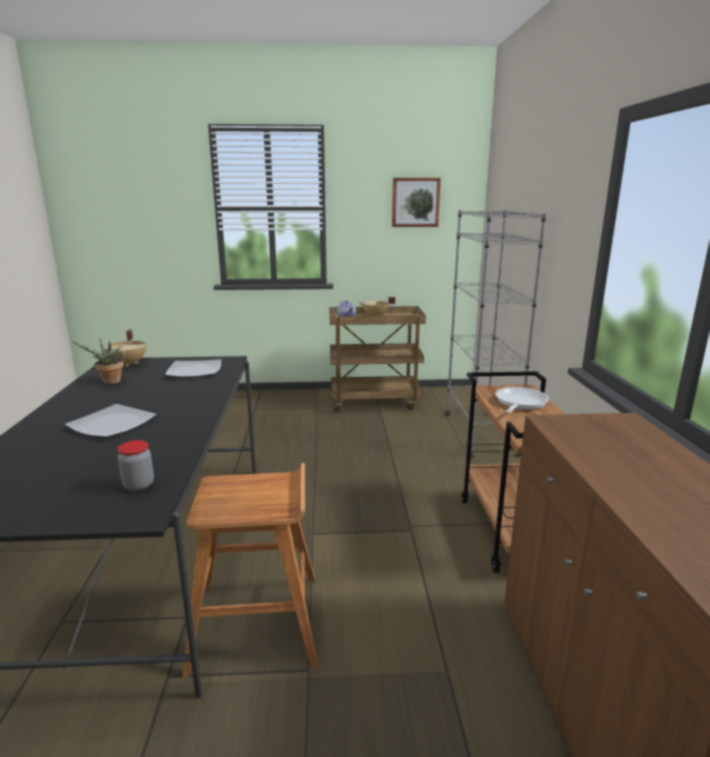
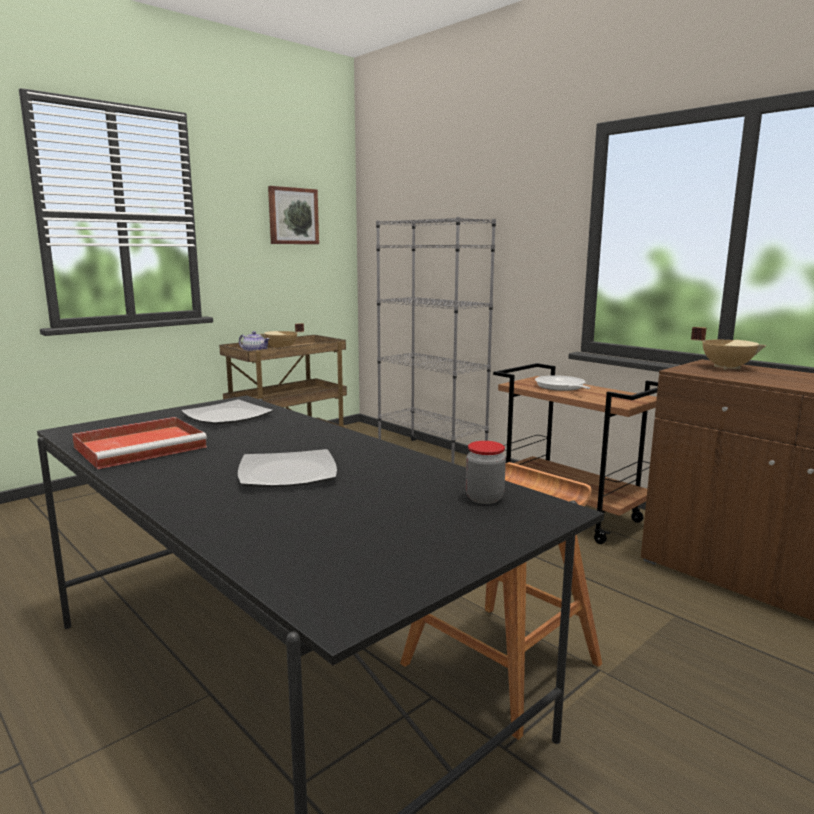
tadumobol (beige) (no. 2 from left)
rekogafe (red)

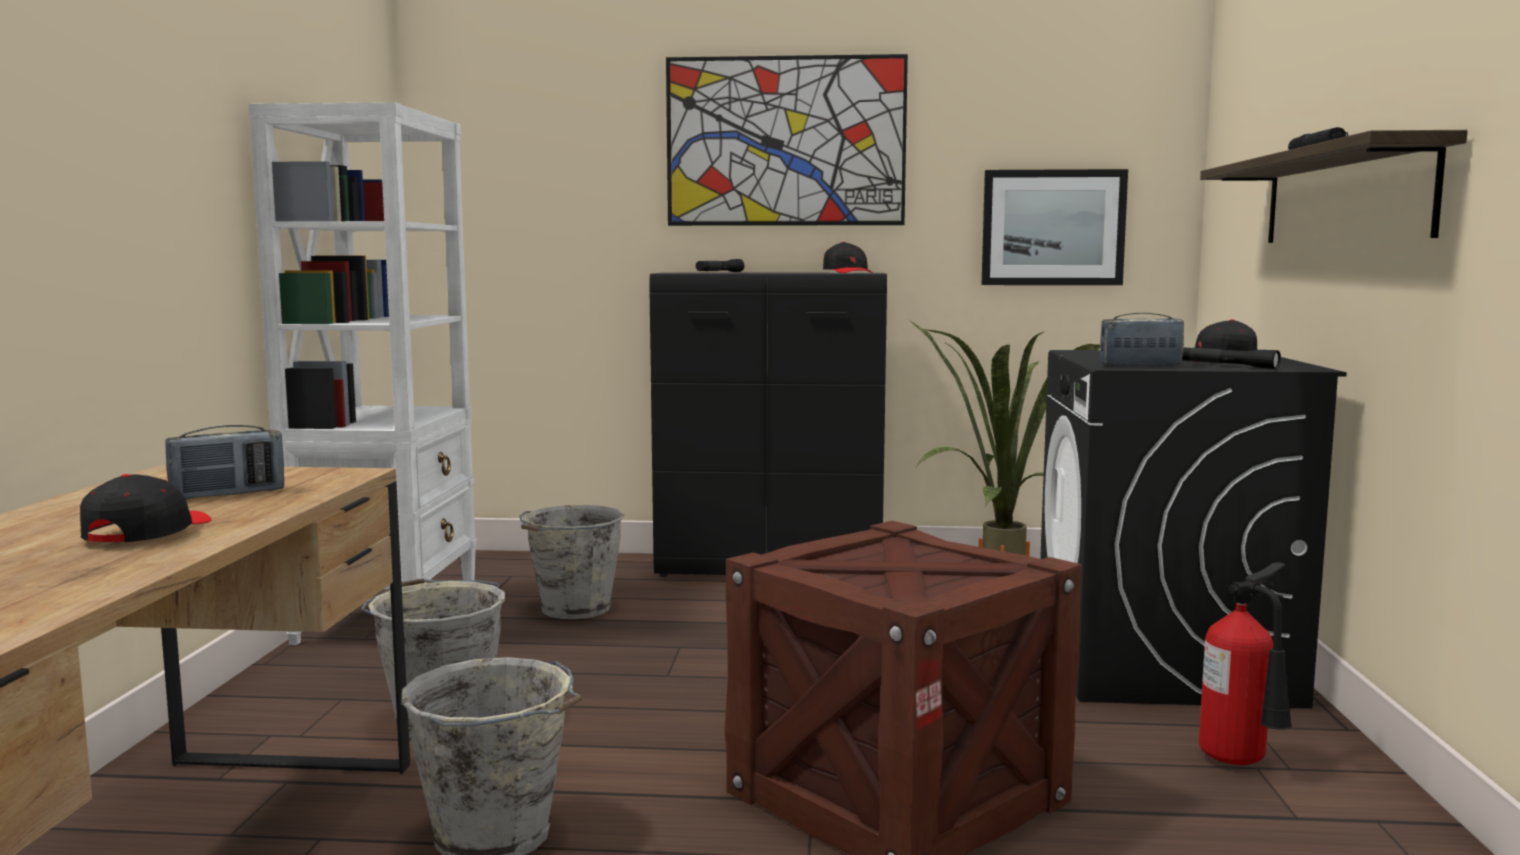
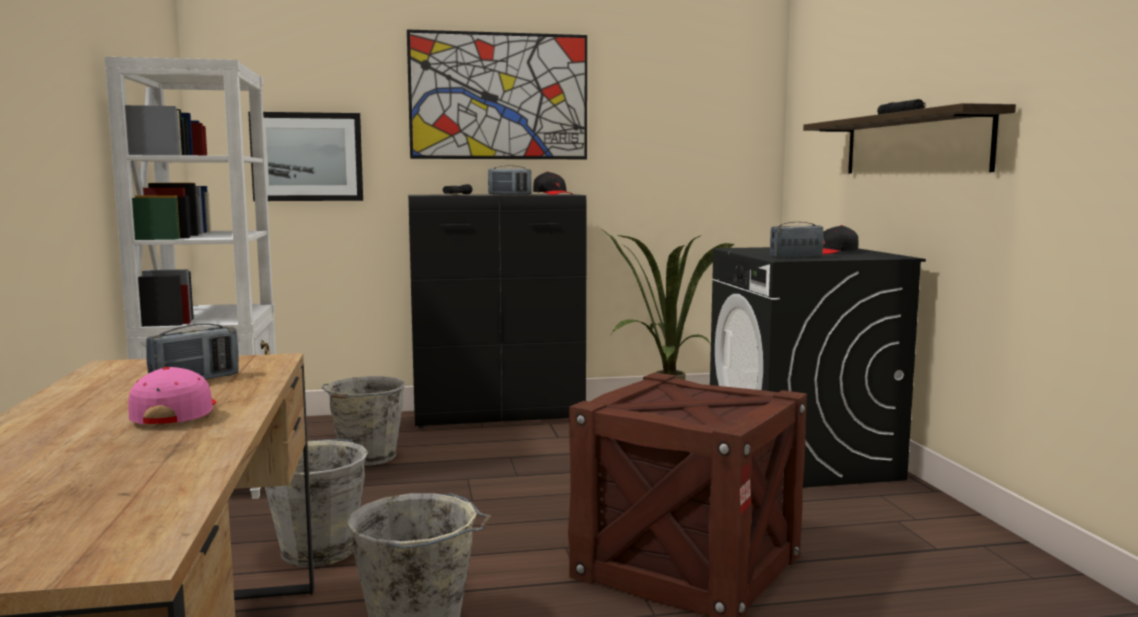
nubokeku (no. 1 from left)
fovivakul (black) (no. 2 from left in the first image)
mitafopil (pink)
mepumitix
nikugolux (no. 2 from left)

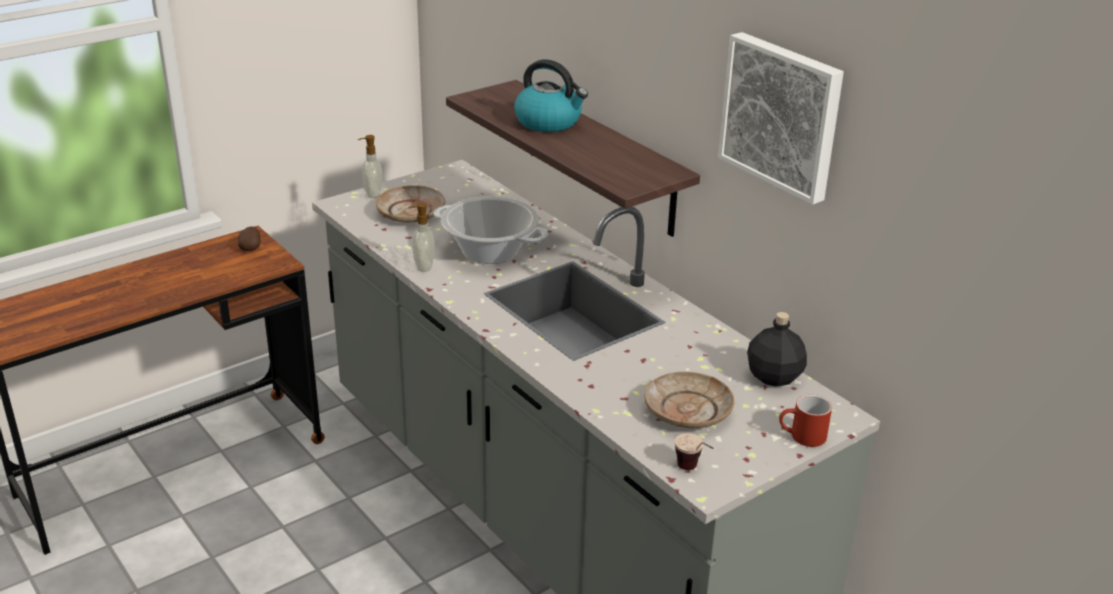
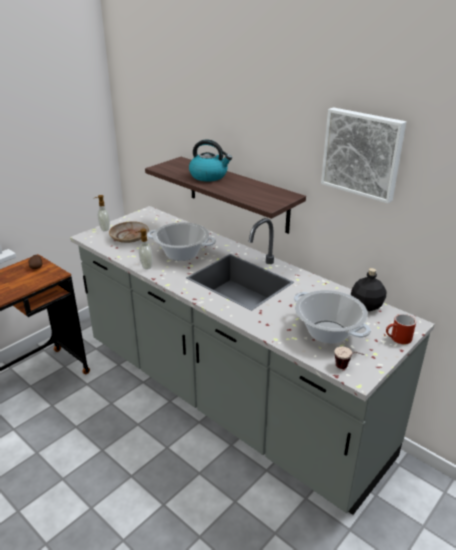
tadumobol (no. 2 from left)

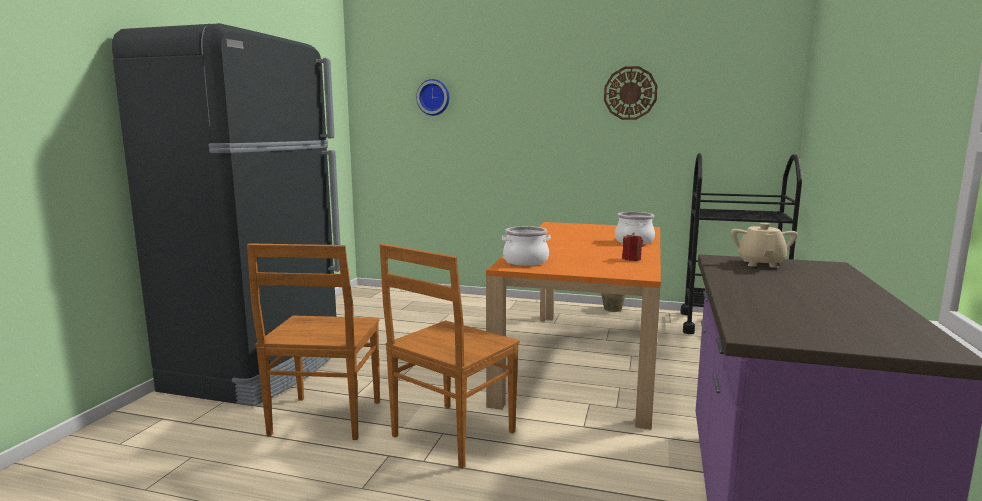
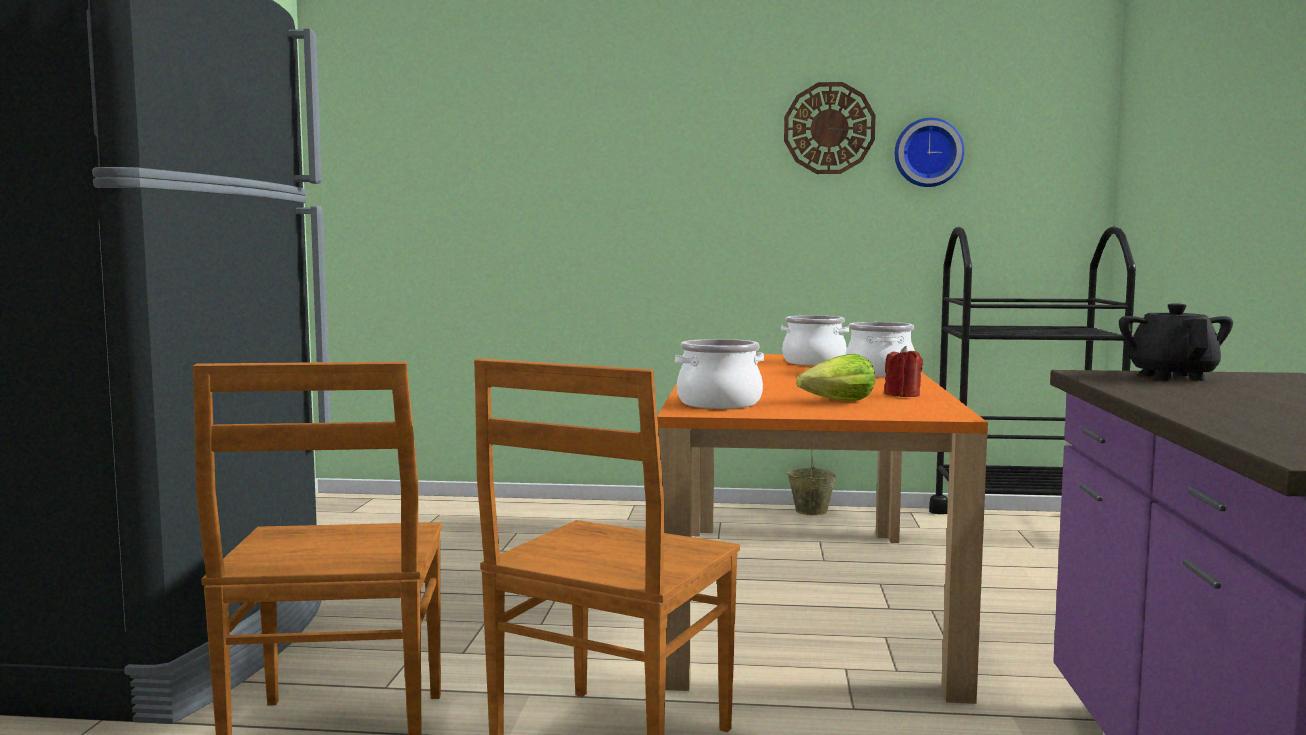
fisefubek (no. 2 from left)
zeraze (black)
tadumobol (no. 2 from left)
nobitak

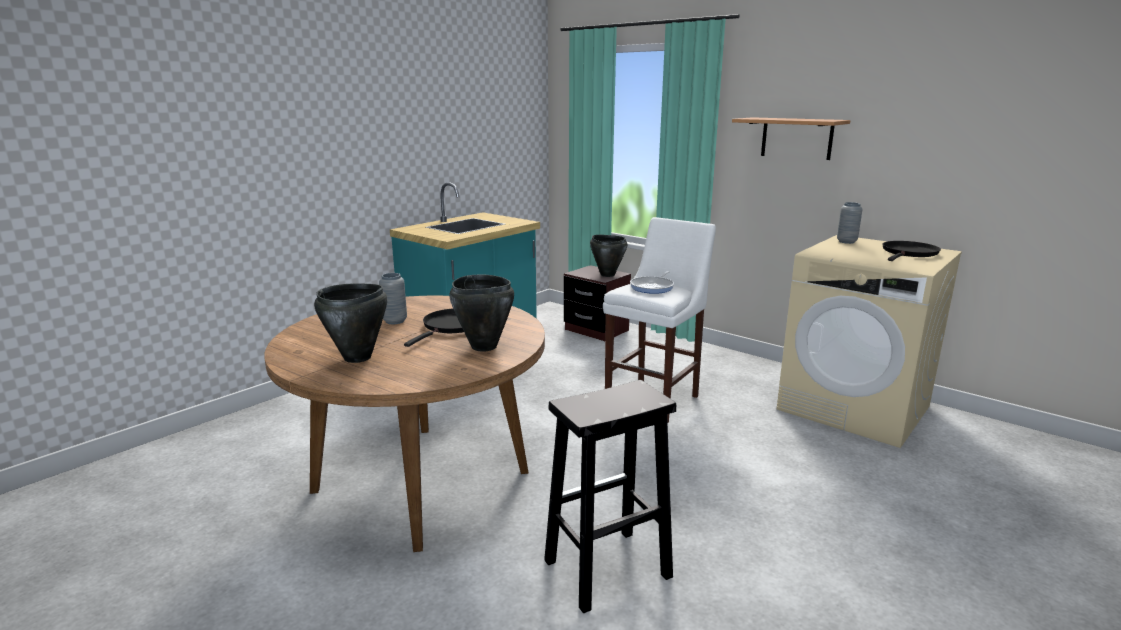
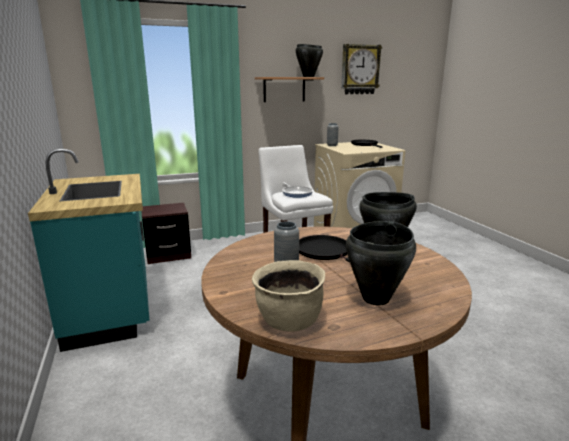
tadumobol (black) (no. 1 from left)
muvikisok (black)
fisefubek
tadumobol (beige)

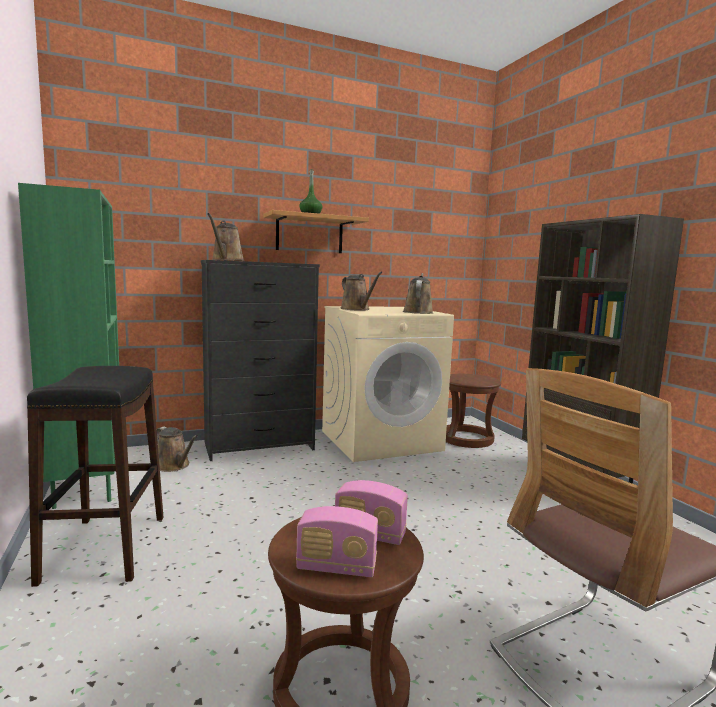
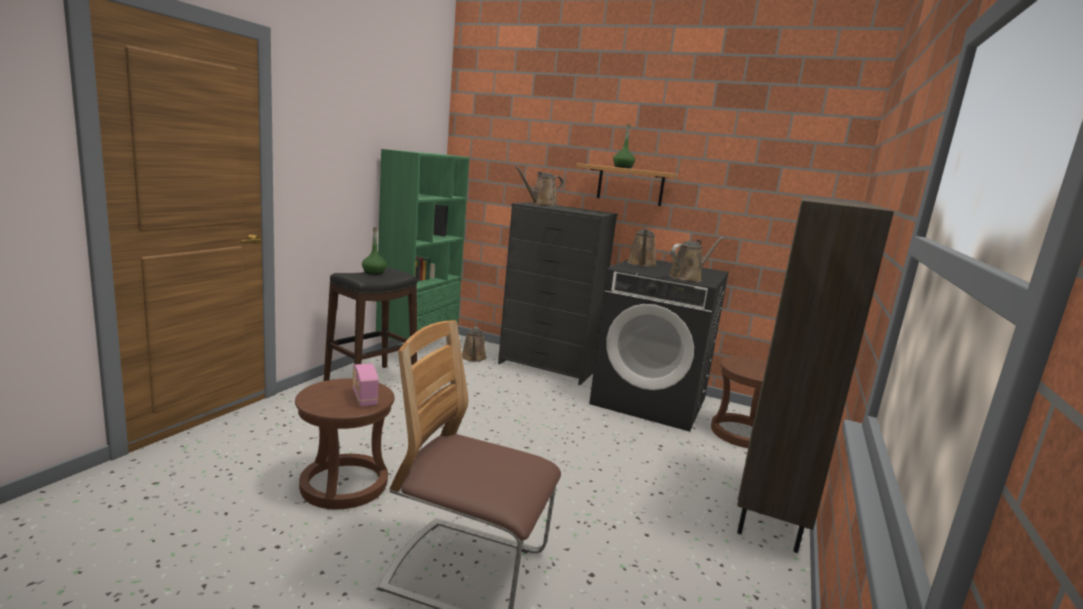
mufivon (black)
nikugolux (no. 1 from left in the first image)
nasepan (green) (no. 1 from left)

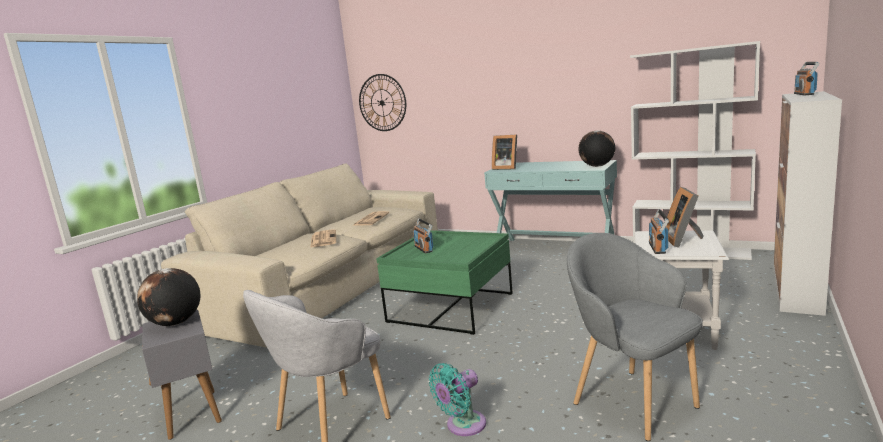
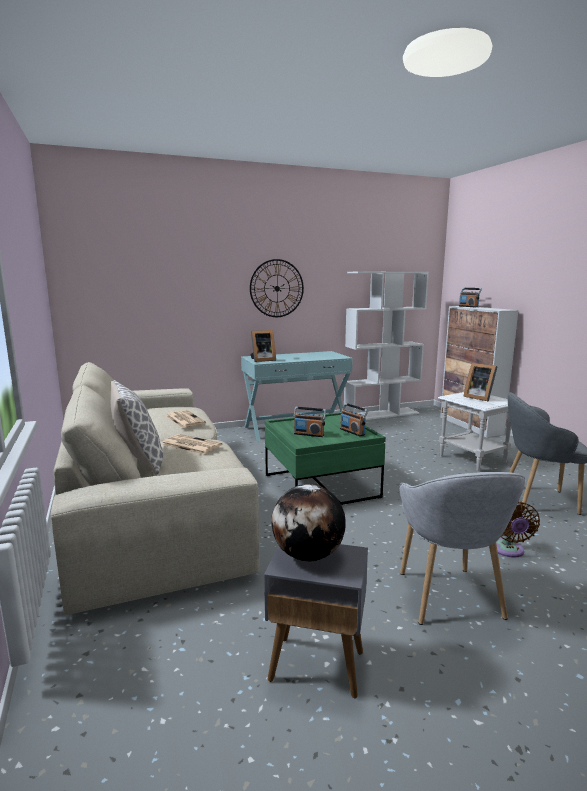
fisefubek
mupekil (no. 2 from left in the first image)
nikugolux (no. 2 from left)
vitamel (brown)
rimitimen

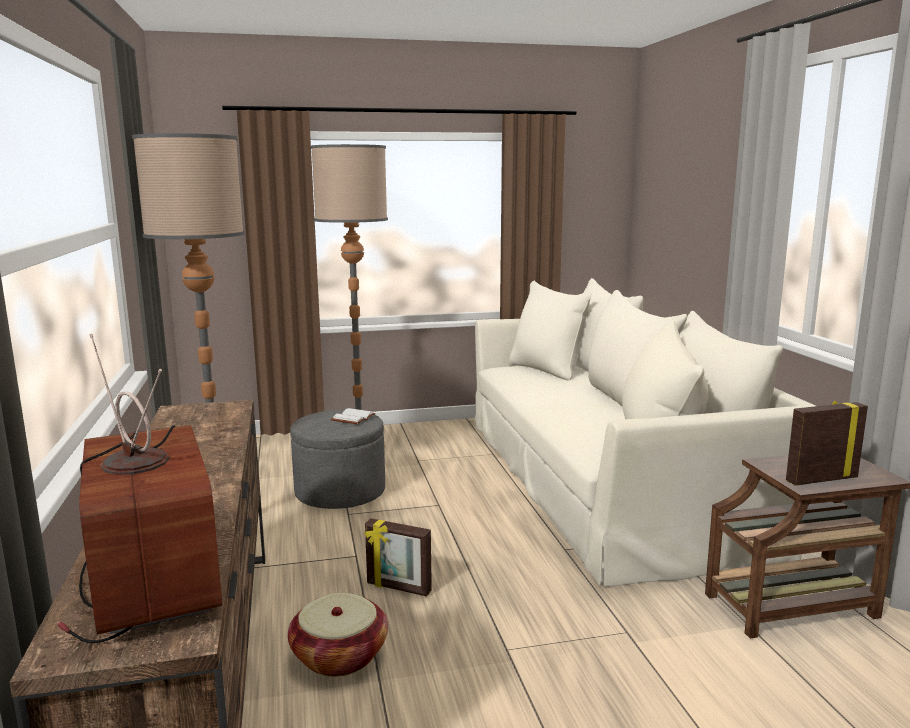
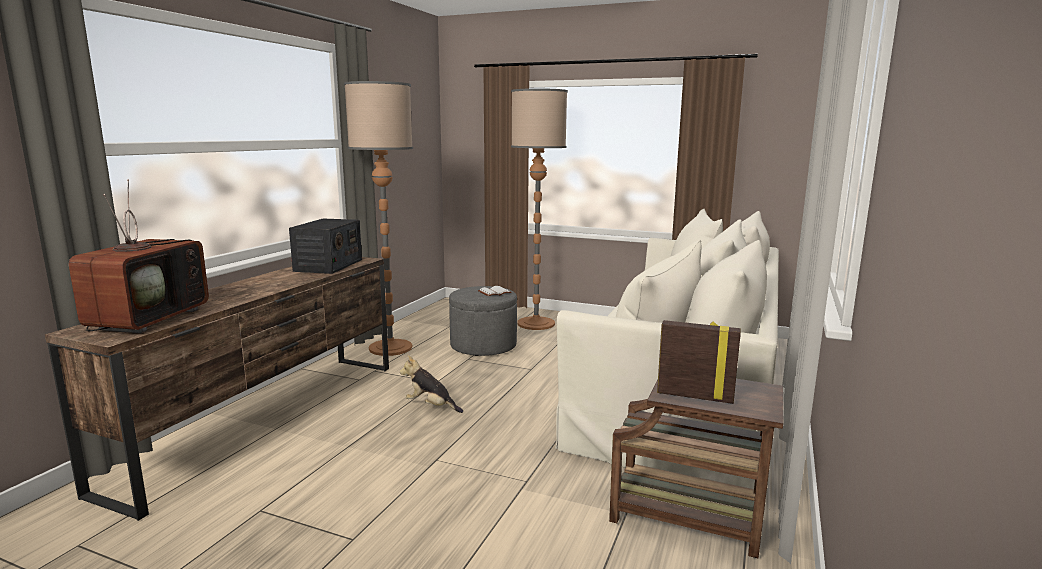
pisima
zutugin
nikugolux

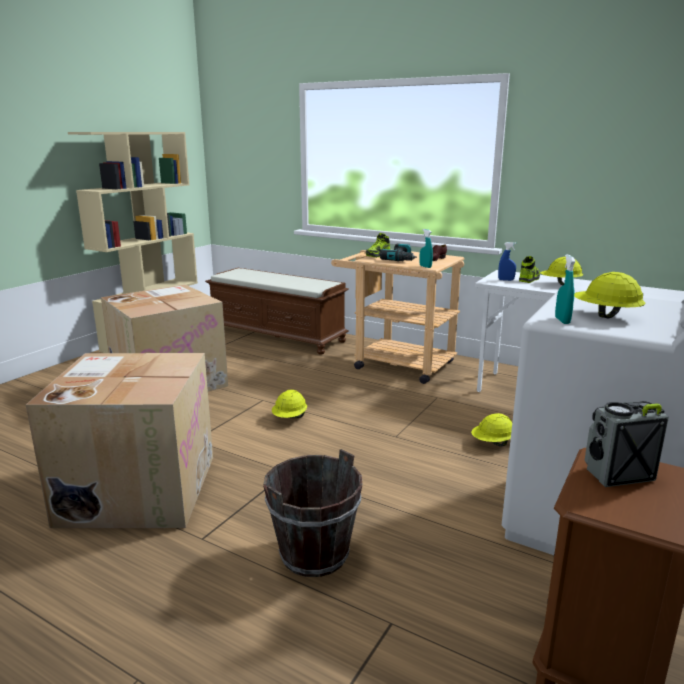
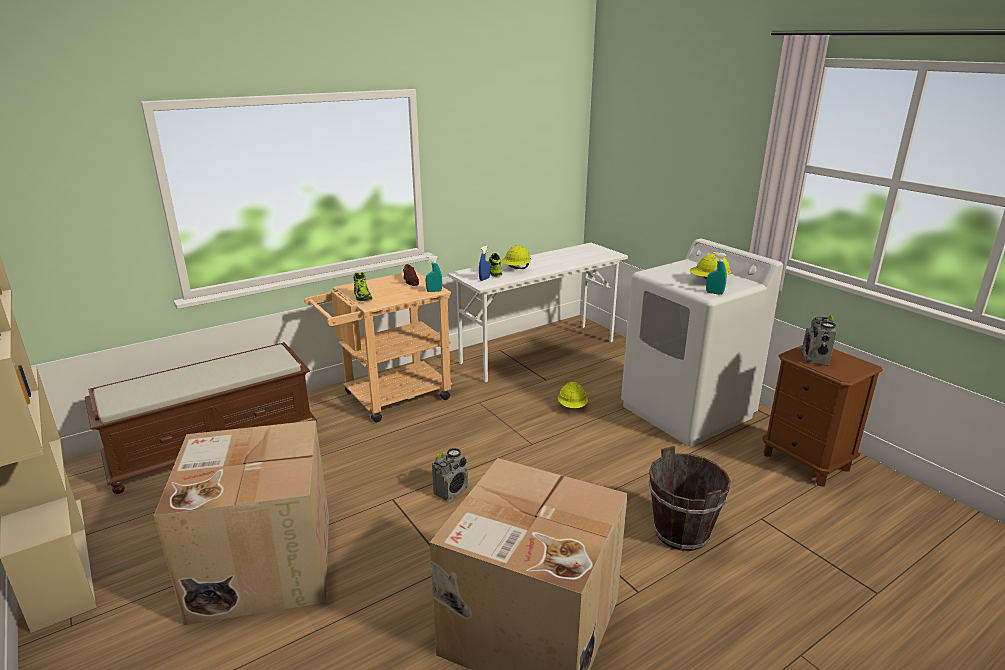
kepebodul
nikugolux (no. 1 from left)

